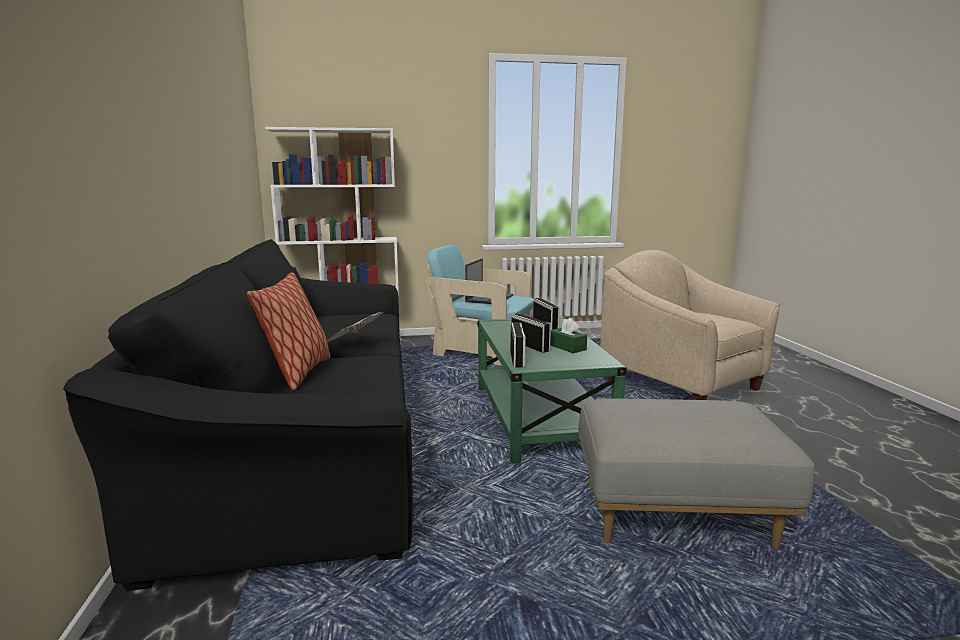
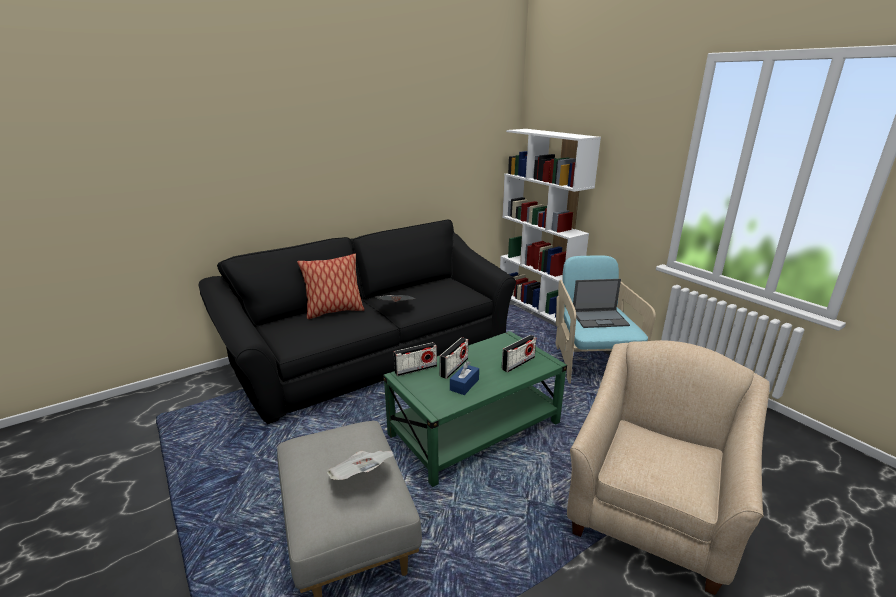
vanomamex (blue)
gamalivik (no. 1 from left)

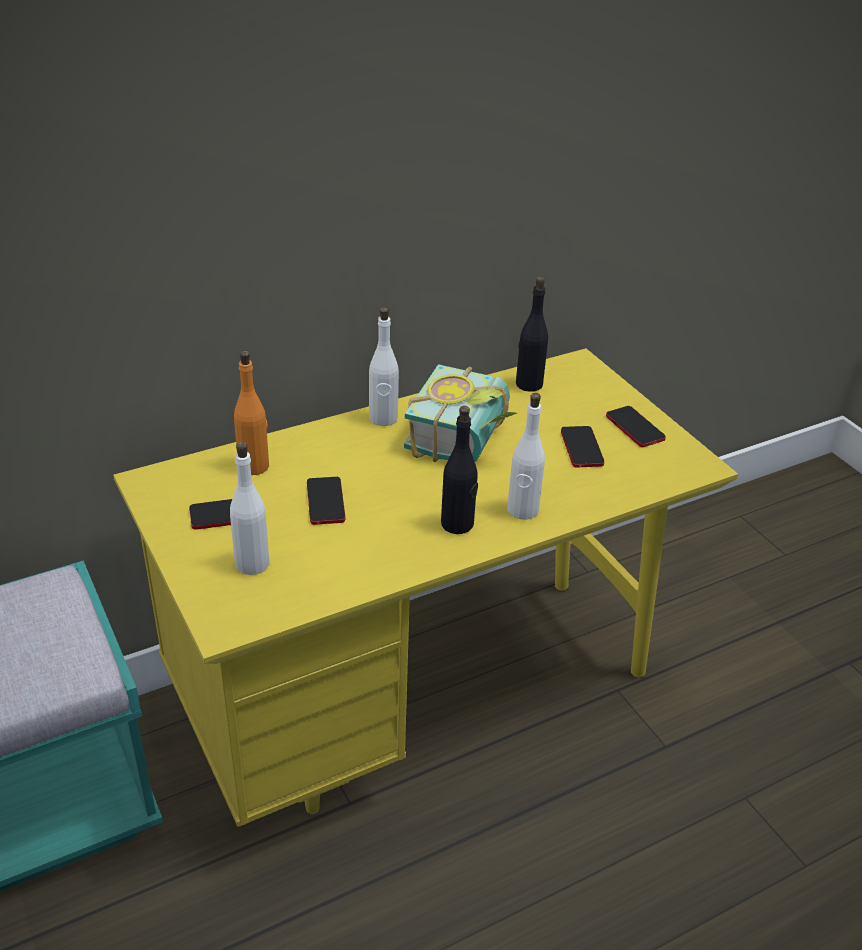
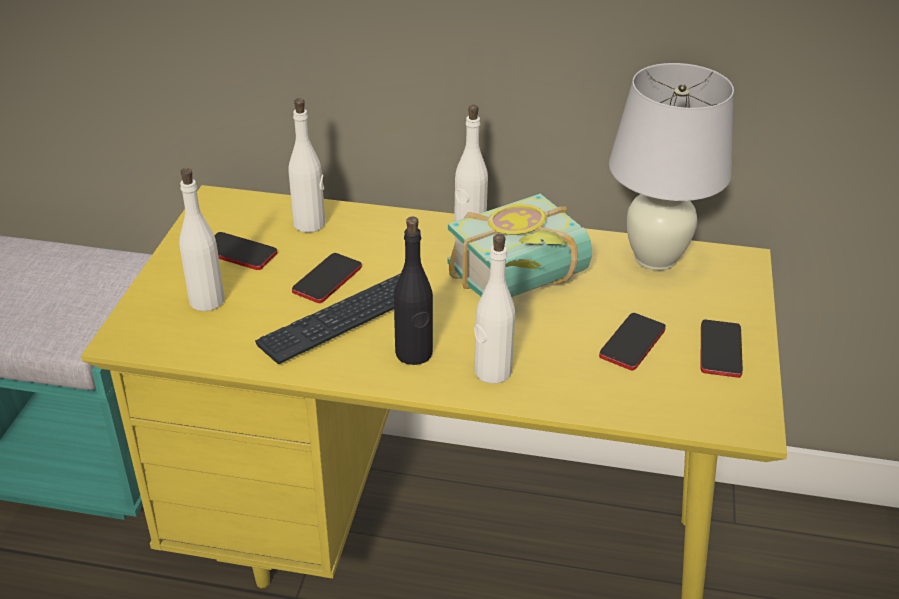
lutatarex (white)
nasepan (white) (no. 2 from left)
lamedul

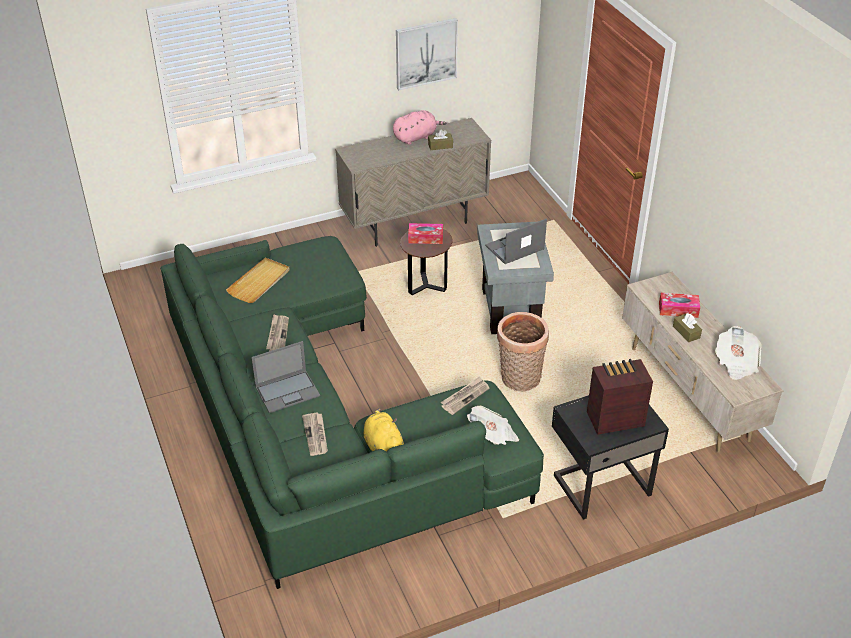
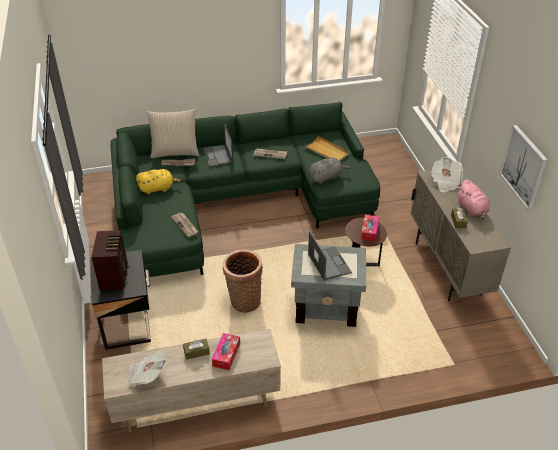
gamalivik (no. 5 from left)
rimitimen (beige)
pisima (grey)

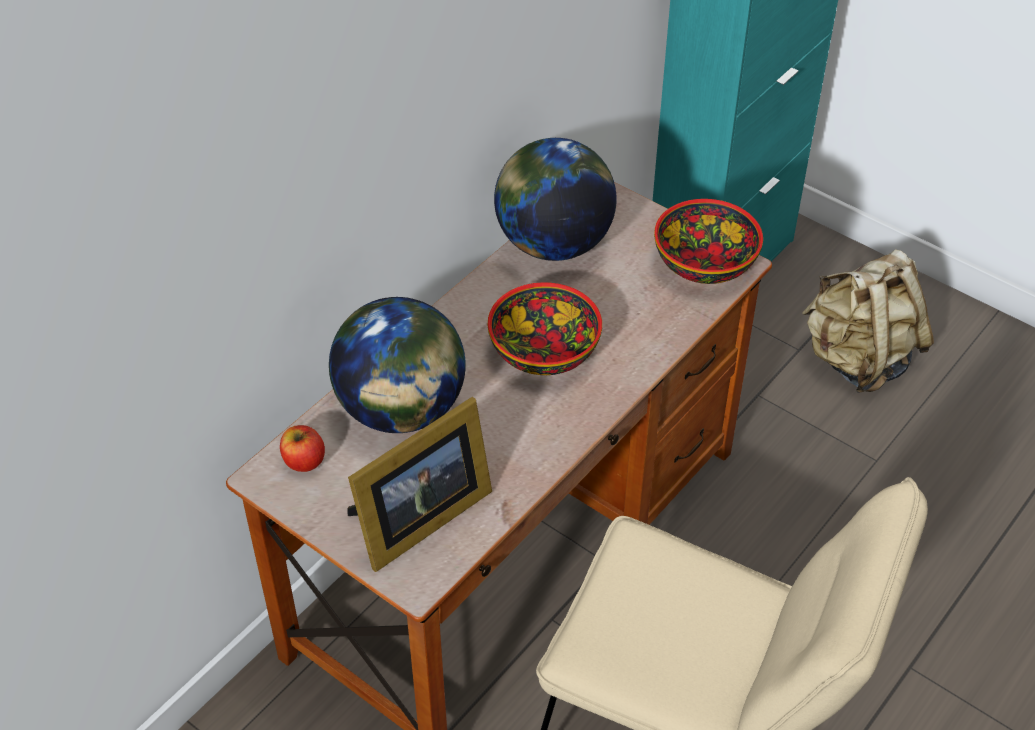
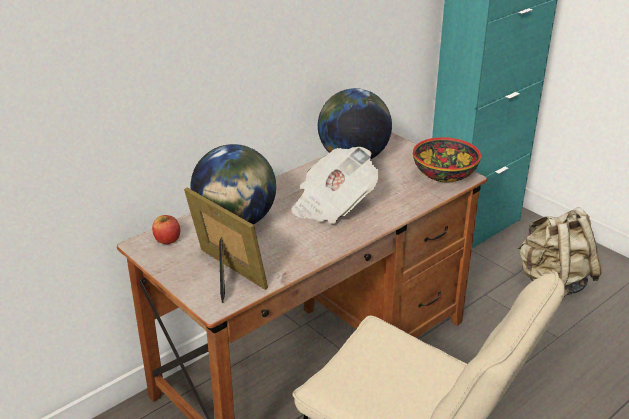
gamalivik
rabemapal

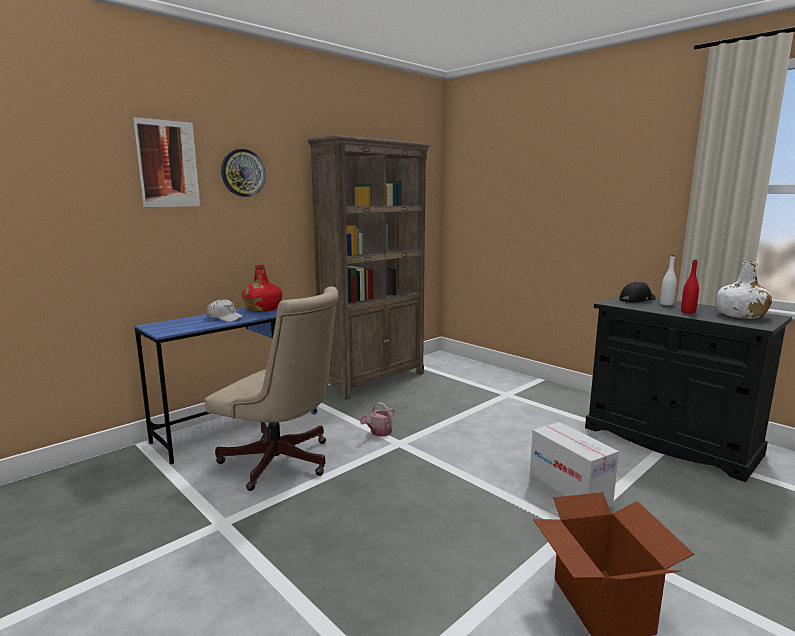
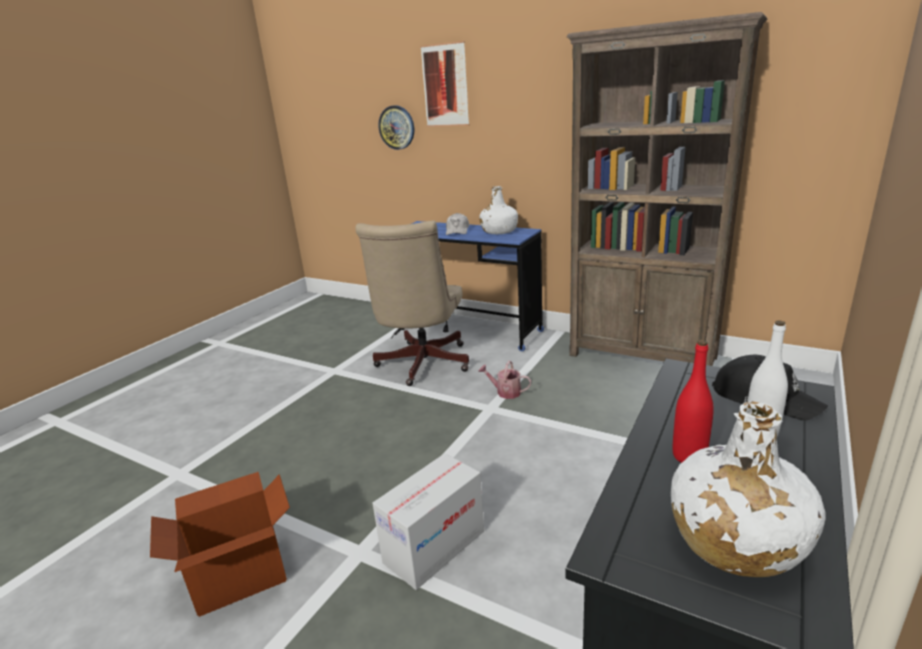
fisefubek
nasepan (white) (no. 1 from left)

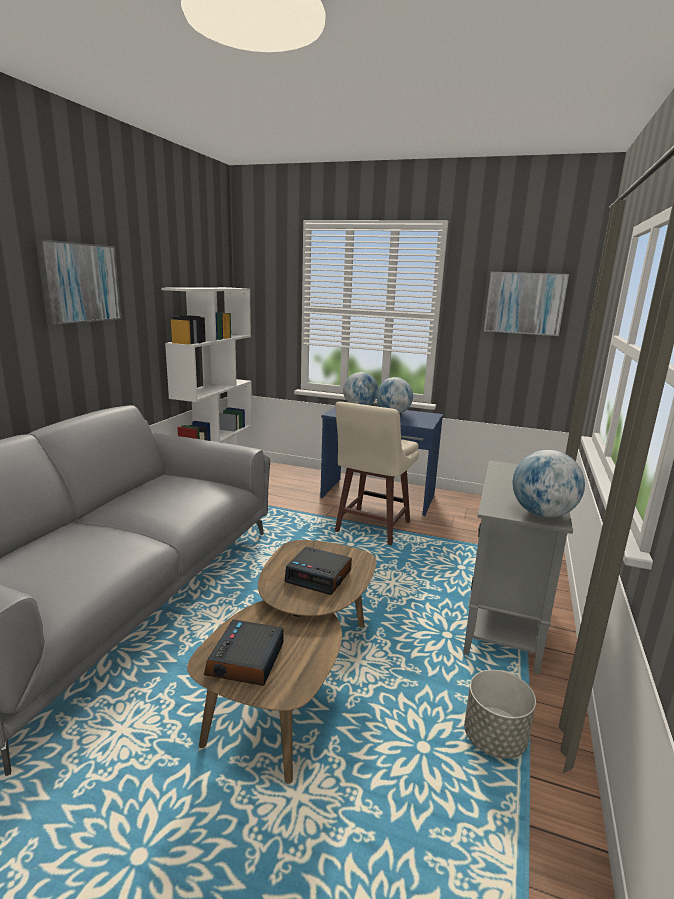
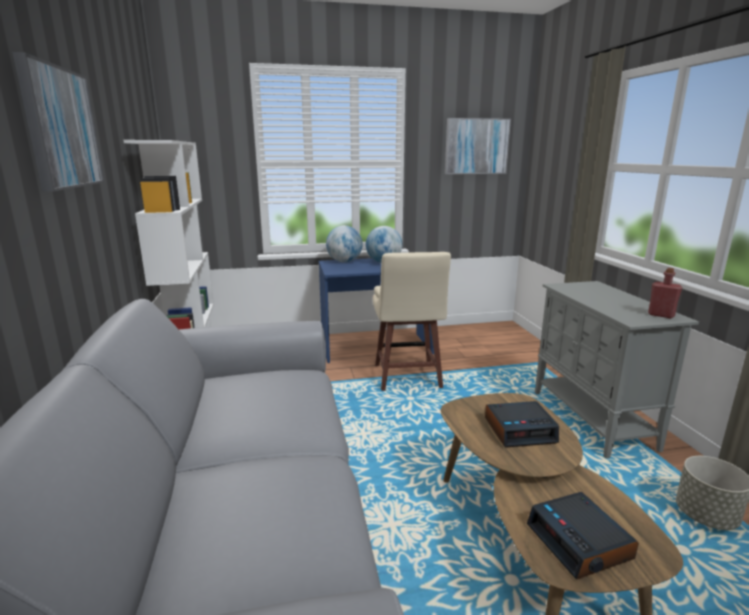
nasepan (red)

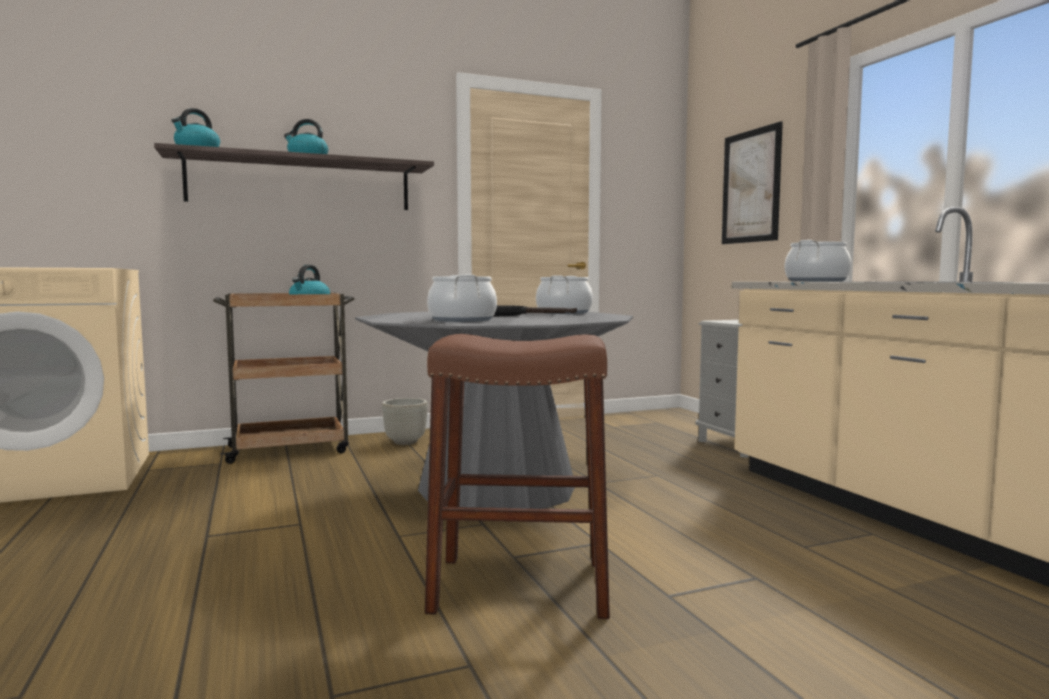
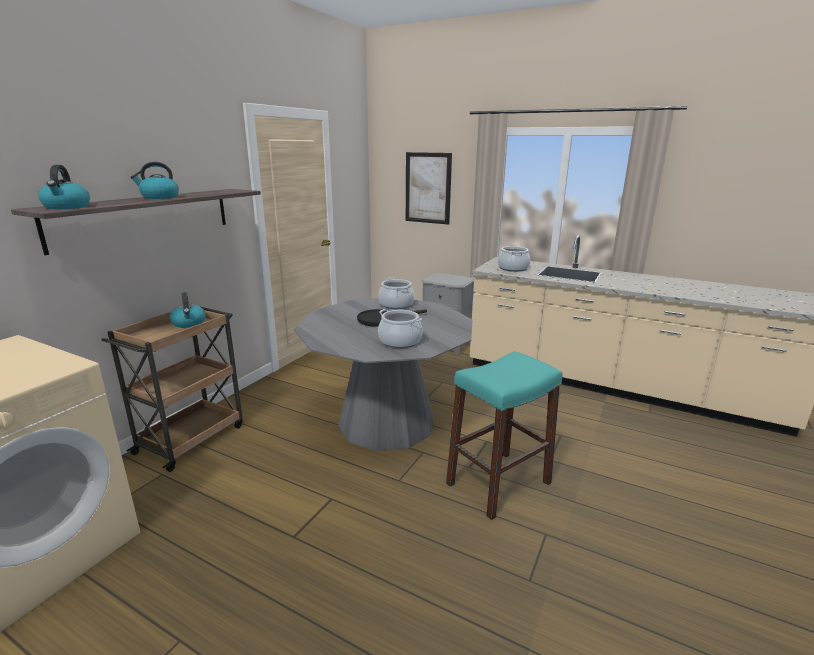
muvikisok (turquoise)
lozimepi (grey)

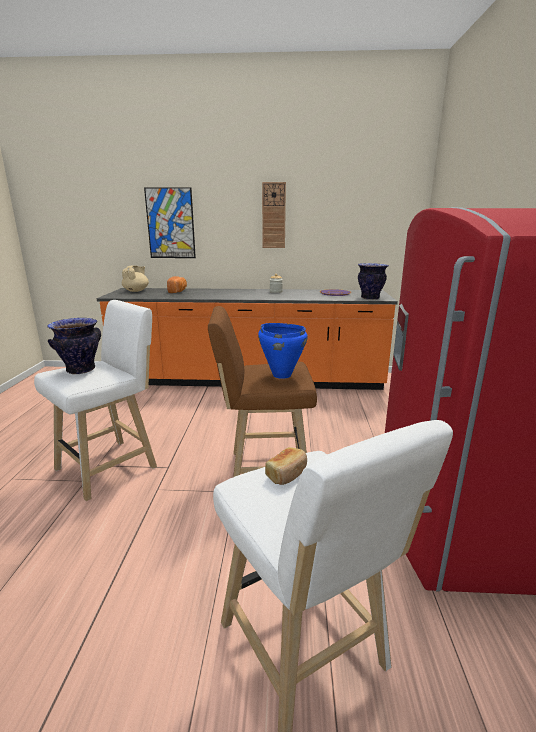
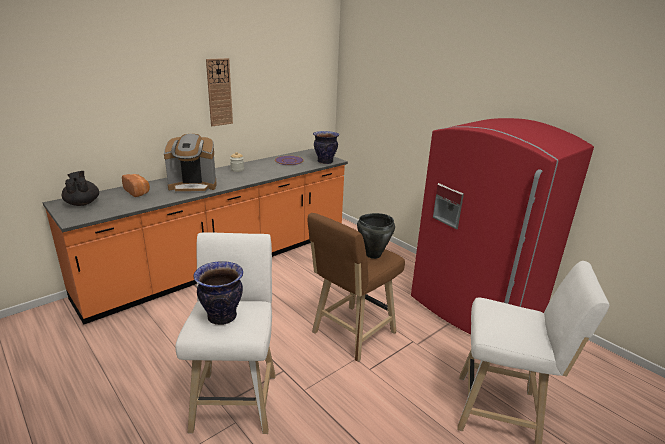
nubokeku
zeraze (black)
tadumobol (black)
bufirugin (no. 2 from left in the first image)
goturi

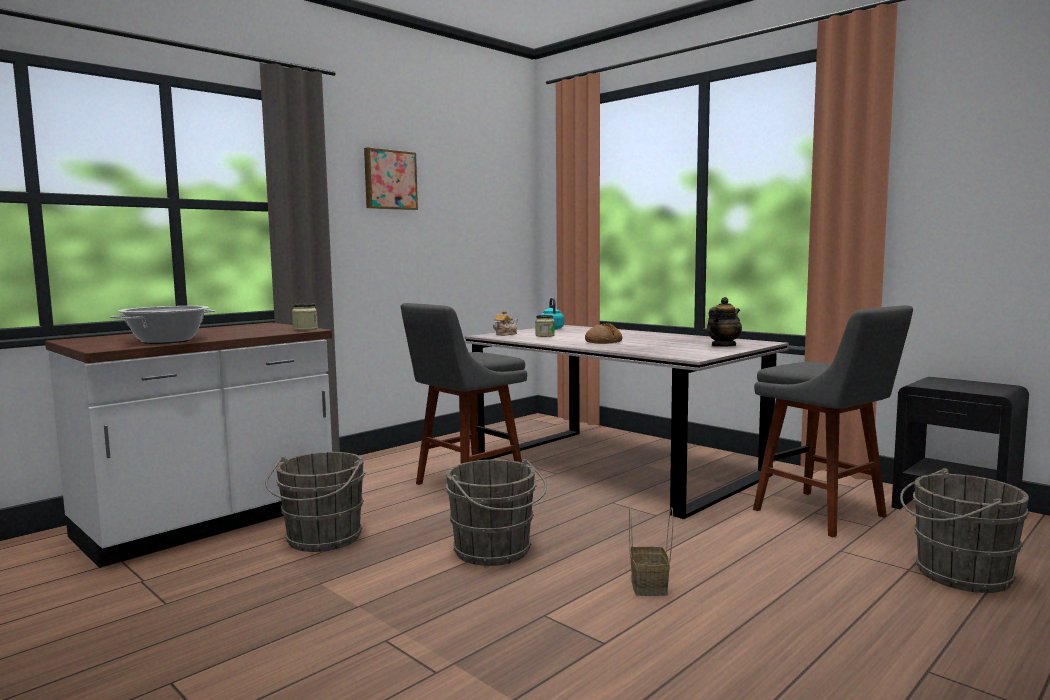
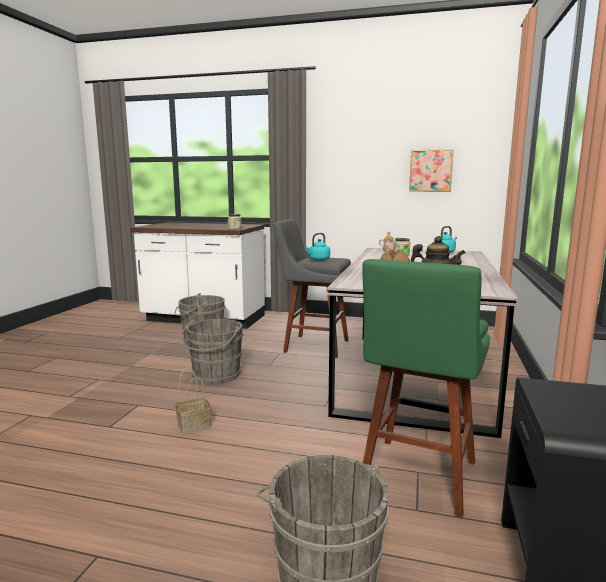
nubokeku
muvikisok (green)
tadumobol
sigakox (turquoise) (no. 1 from left)

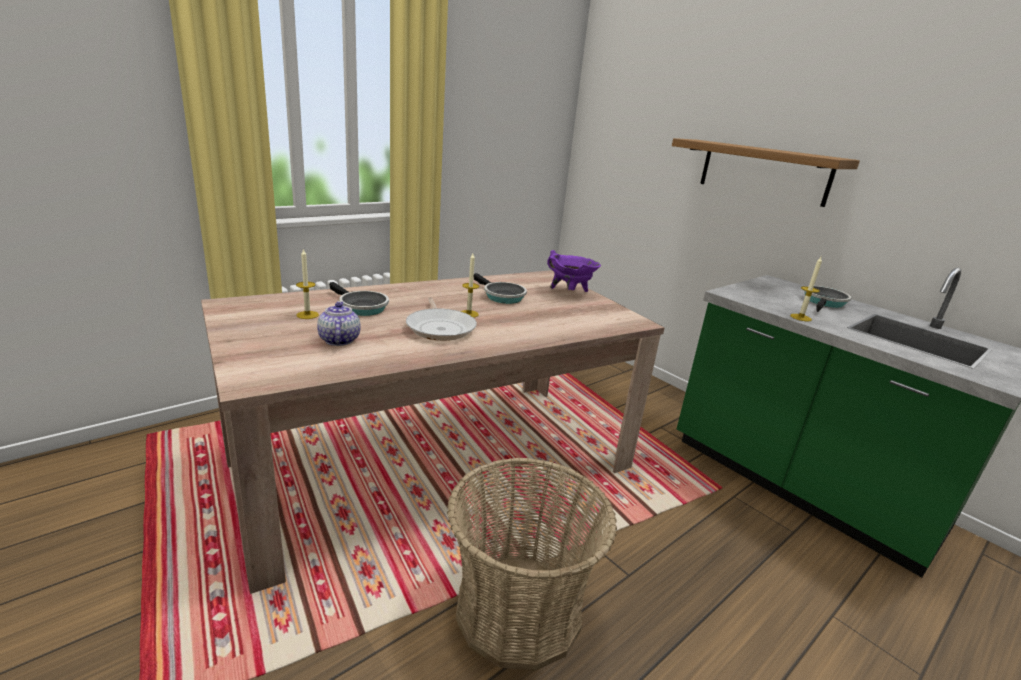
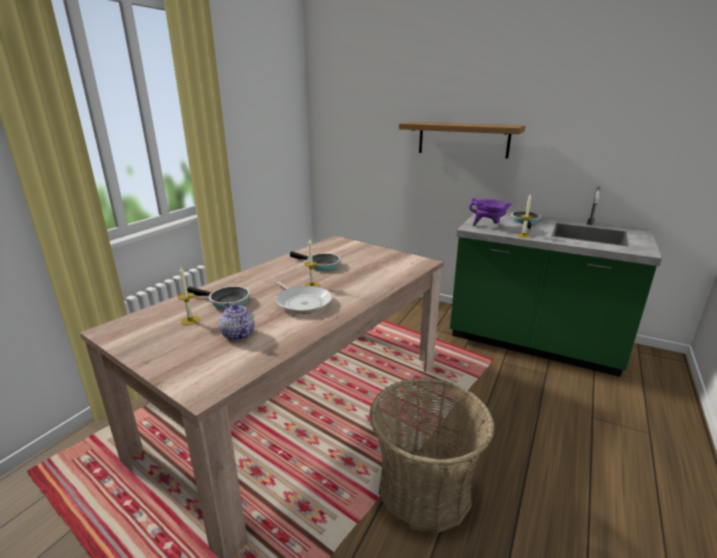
tadumobol (purple)

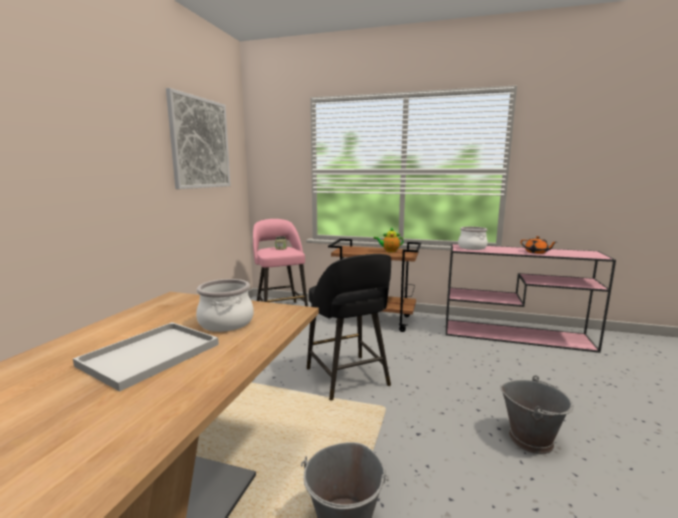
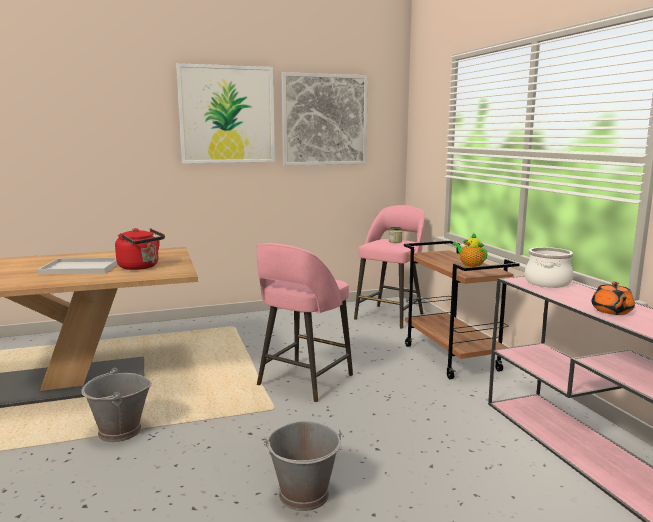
muvikisok (pink) (no. 1 from left)
sigakox (red)
nubokeku (no. 1 from left)

